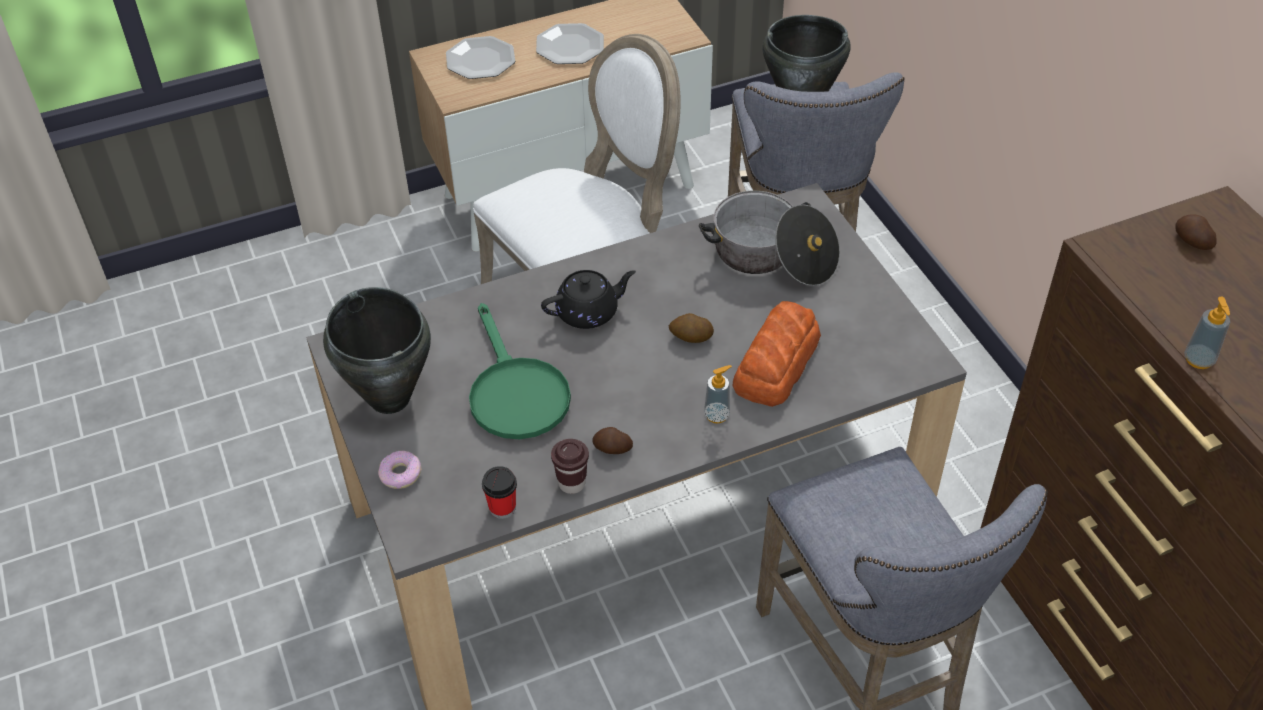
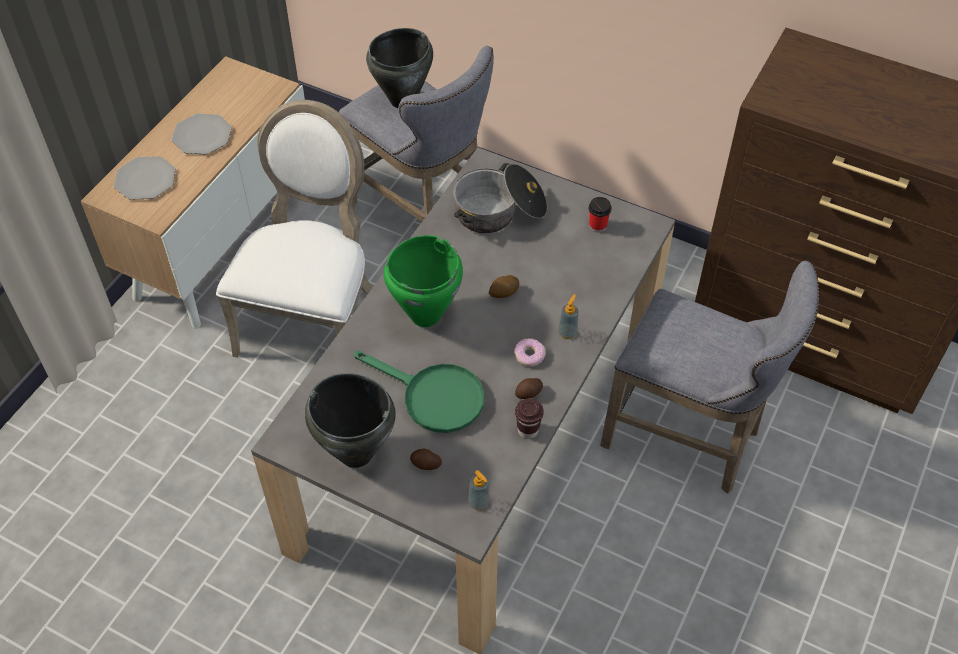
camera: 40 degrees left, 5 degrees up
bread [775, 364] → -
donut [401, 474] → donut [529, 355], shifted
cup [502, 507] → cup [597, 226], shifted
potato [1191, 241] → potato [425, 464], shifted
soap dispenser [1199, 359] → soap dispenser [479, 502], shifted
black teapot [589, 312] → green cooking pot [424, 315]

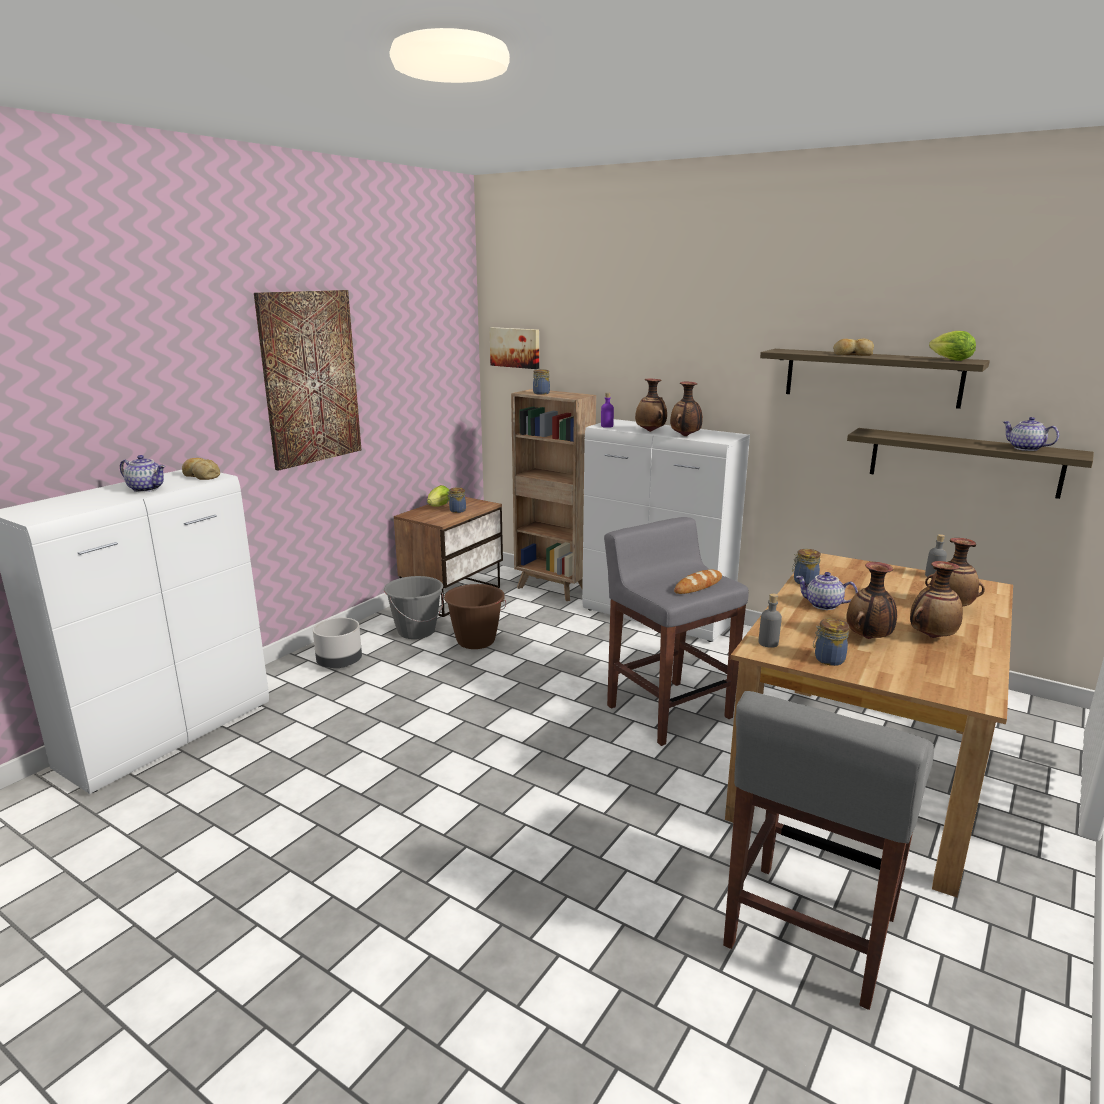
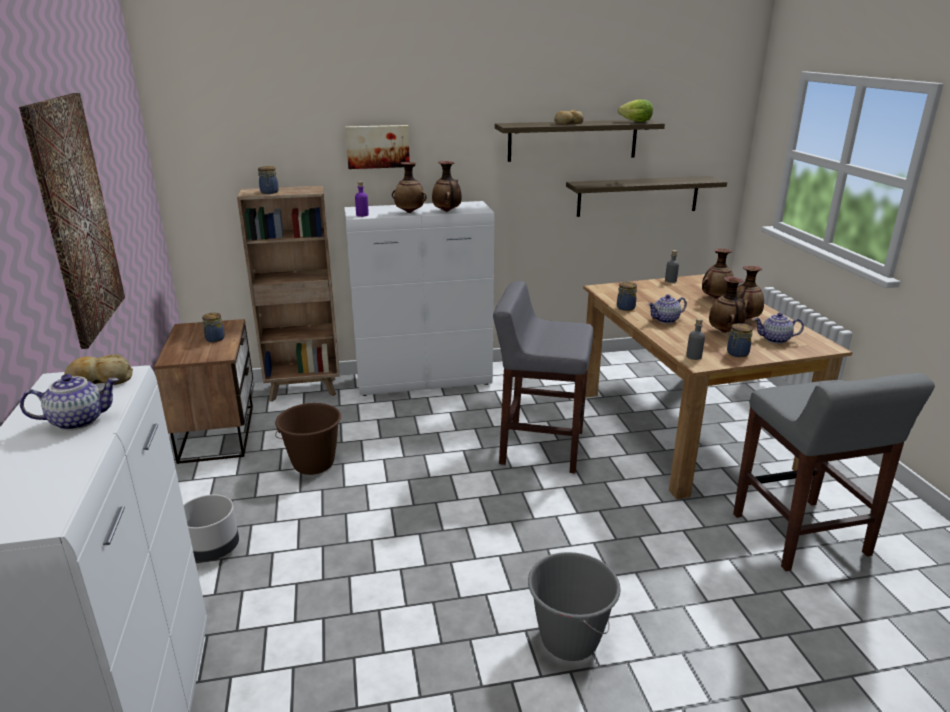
camera: 45 degrees left, 5 degrees up
lettuce [438, 507] → -
bread [698, 586] → -
grey bucket [416, 631] → grey bucket [569, 640], shifted
picture [515, 347] → picture [377, 146], shifted
teapot [1025, 448] → teapot [775, 340], shifted

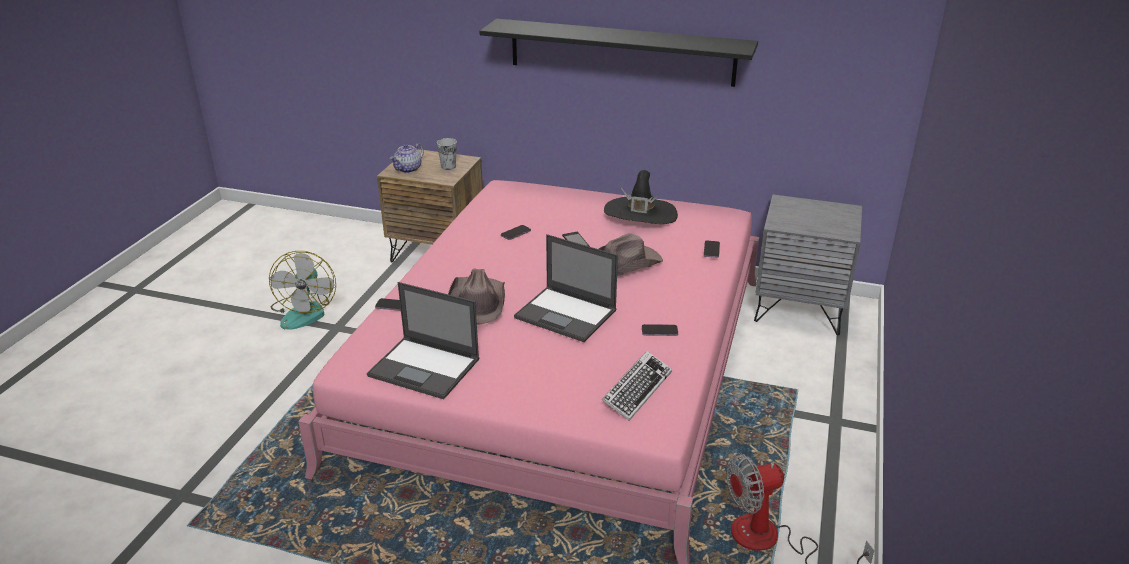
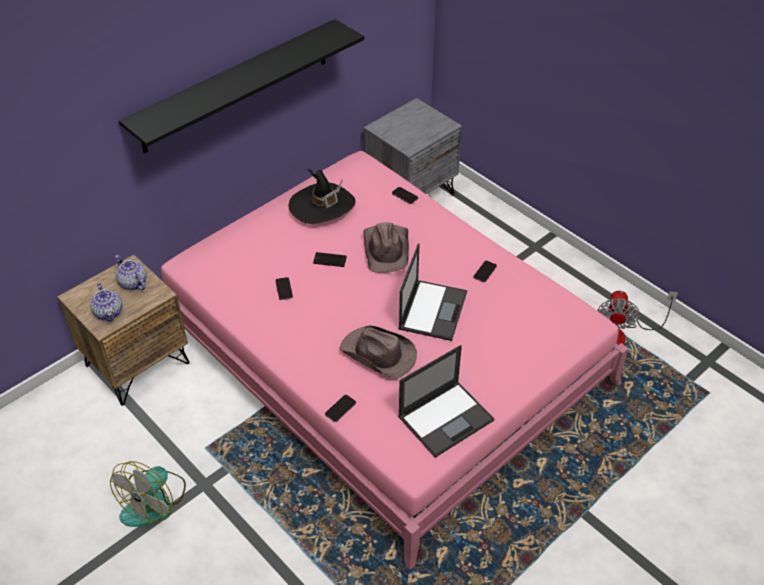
camera: 60 degrees left, 15 degrees up
keyboard [637, 390] → -
cup [448, 166] → teapot [132, 283]
fan [305, 311] → fan [154, 501], 90 degrees clockwise
laptop [567, 314] → laptop [433, 309], 45 degrees counterclockwise

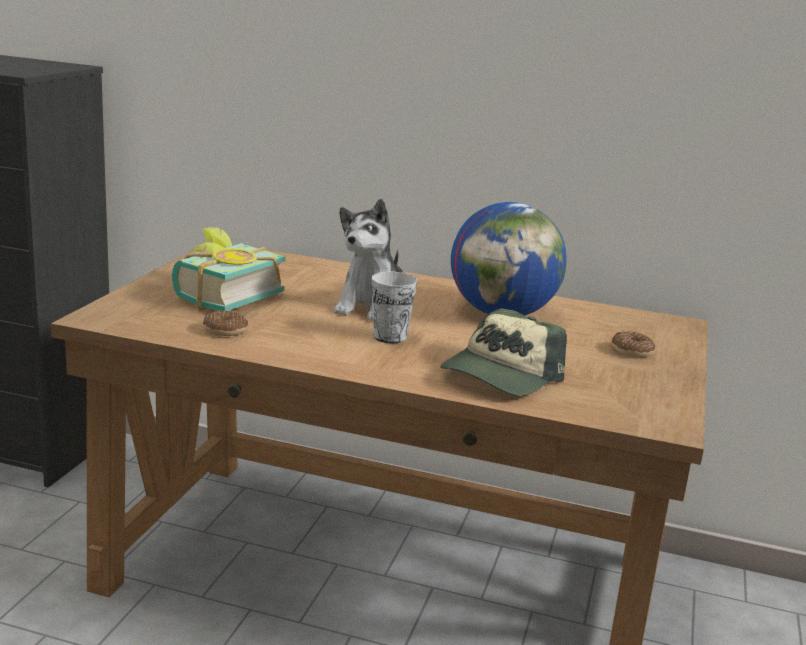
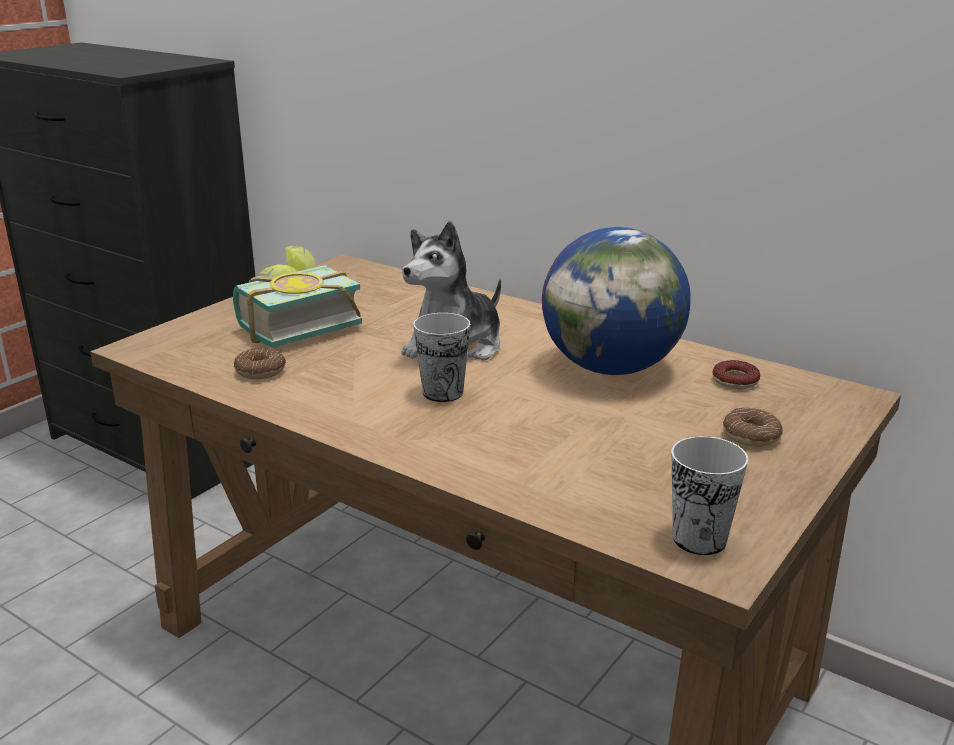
camera: 20 degrees right, 5 degrees up
cap [500, 375] → -
- → cup [699, 539]
- → donut [735, 381]

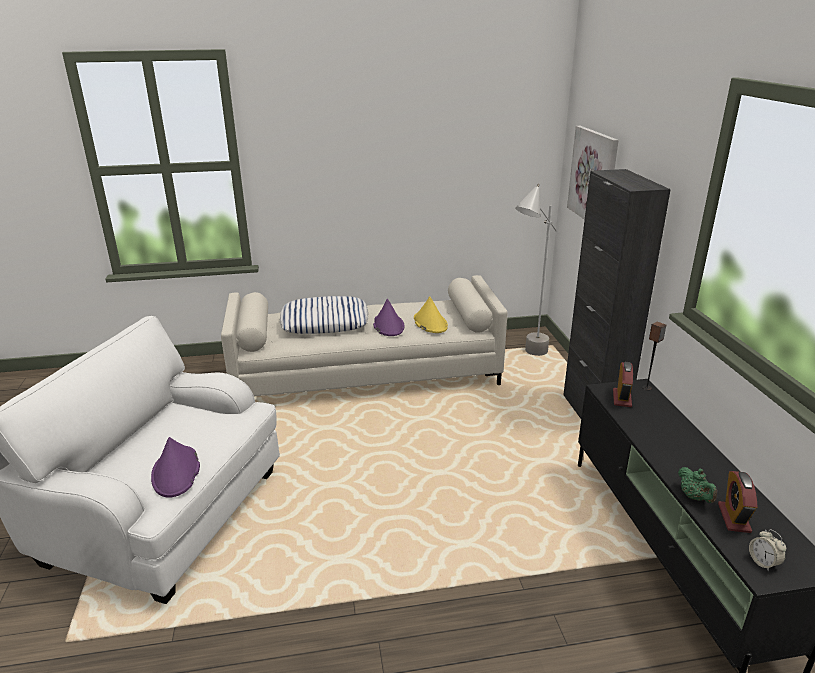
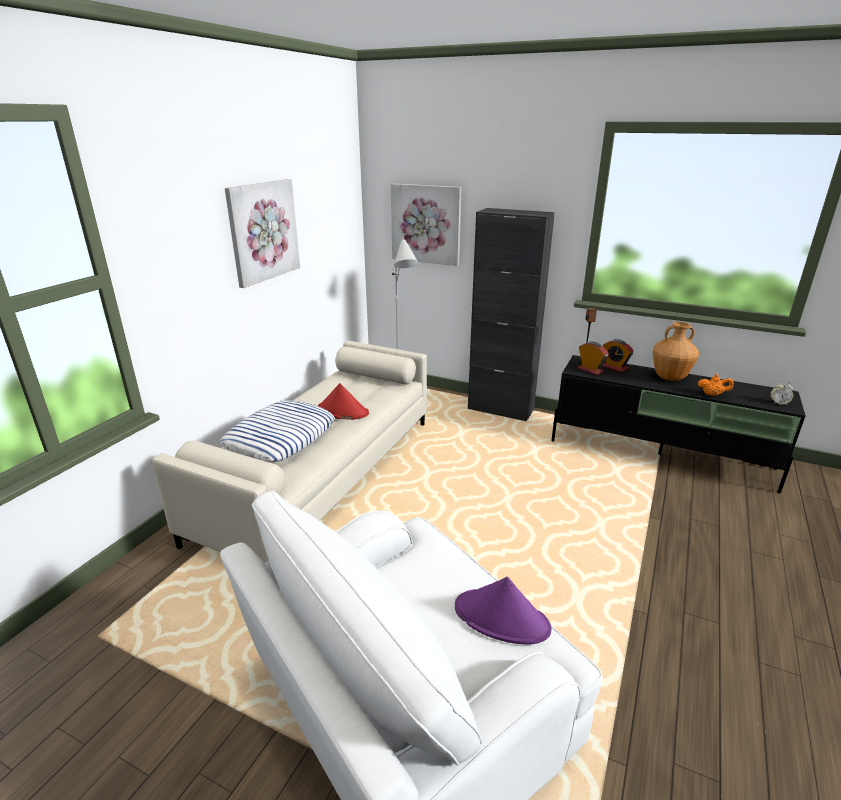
camera: 55 degrees left, 0 degrees up
yellow hat [430, 323] → -
- → picture [263, 231]
- → brown vase [670, 378]
alarm clock [734, 518] → alarm clock [614, 367], shifted
purple hat [388, 325] → red hat [342, 411]
green teapot [694, 497] → orange teapot [712, 394]

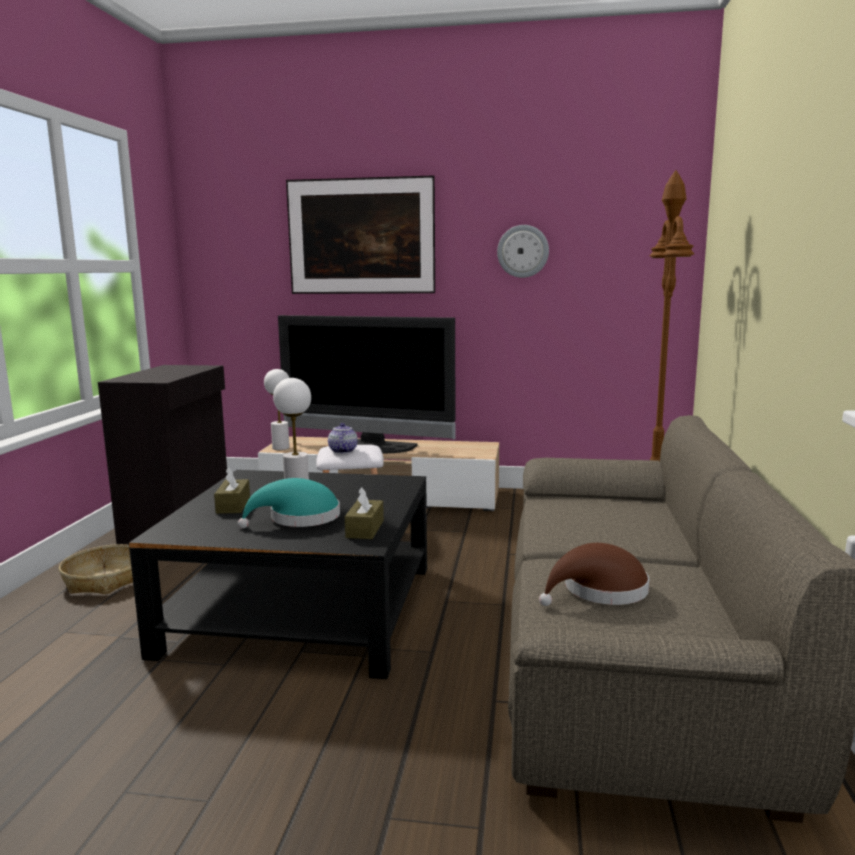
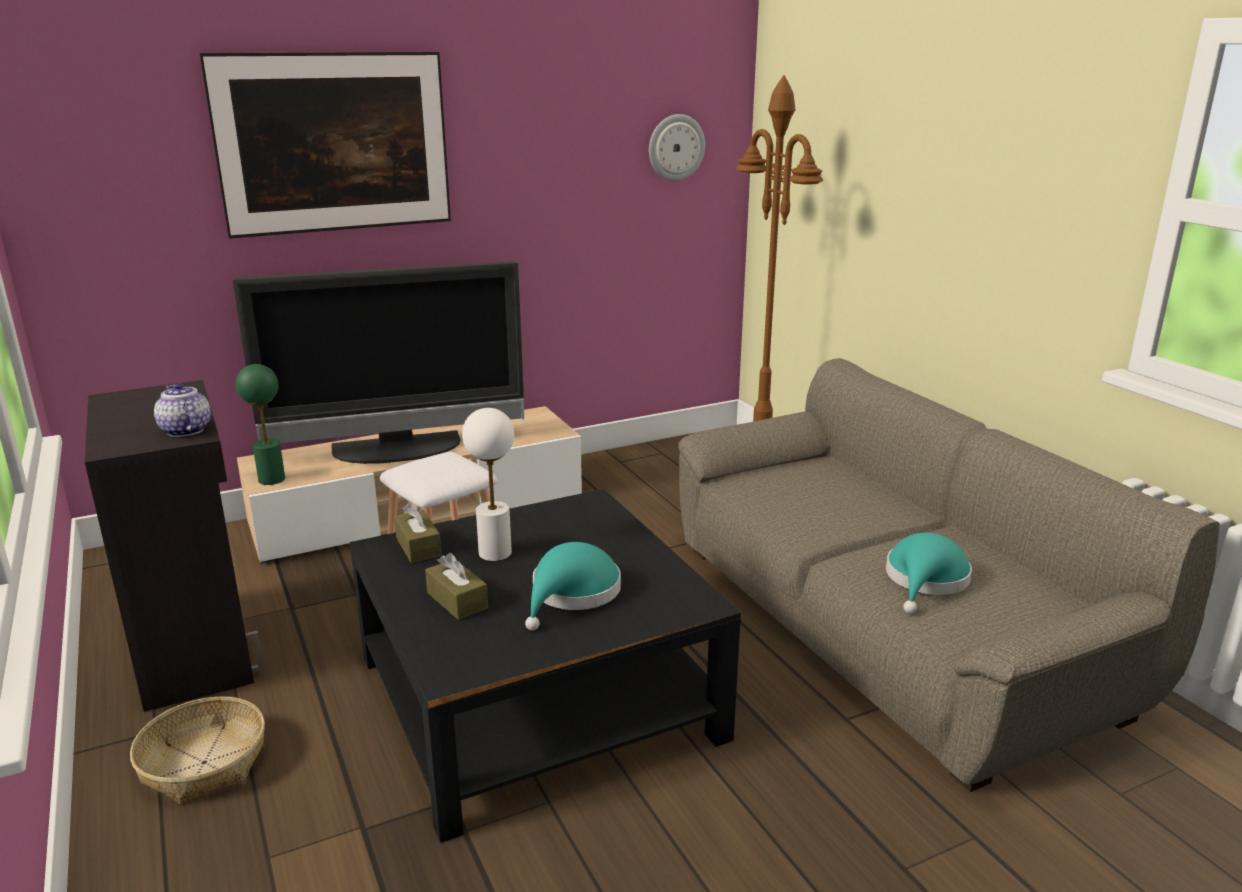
camera: 35 degrees left, 10 degrees up
teapot [342, 451] → teapot [185, 430], shifted
brown tissue box [365, 529] → brown tissue box [418, 547], shifted
wall clock [523, 251] → wall clock [676, 147], shifted
white table lamp [280, 448] → green table lamp [272, 479]
brown hat [599, 591] → turquoise hat [925, 580]

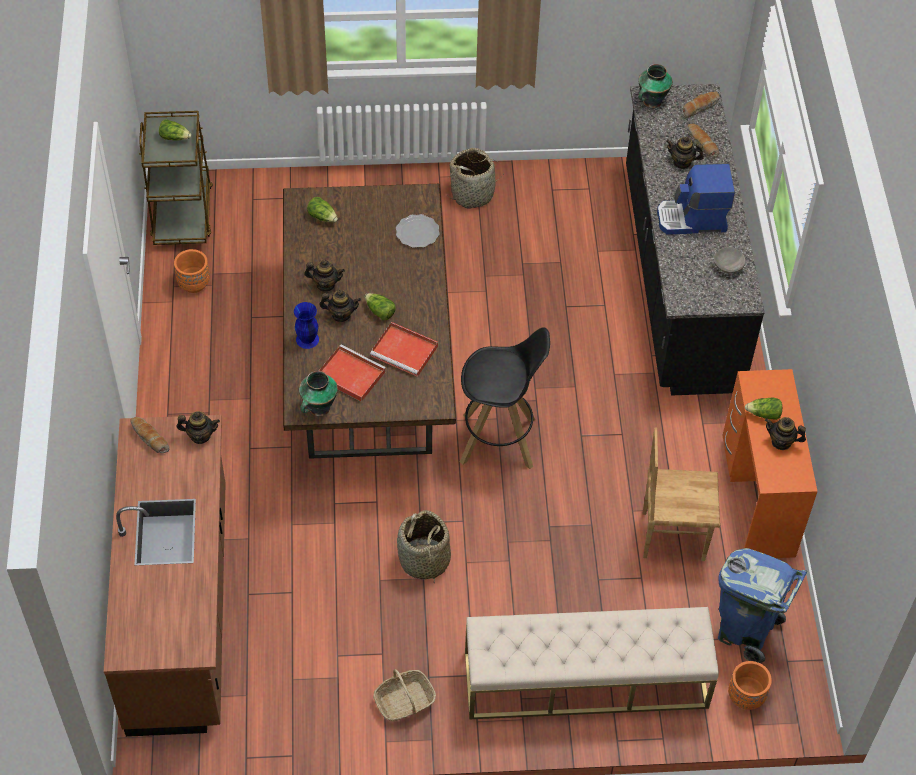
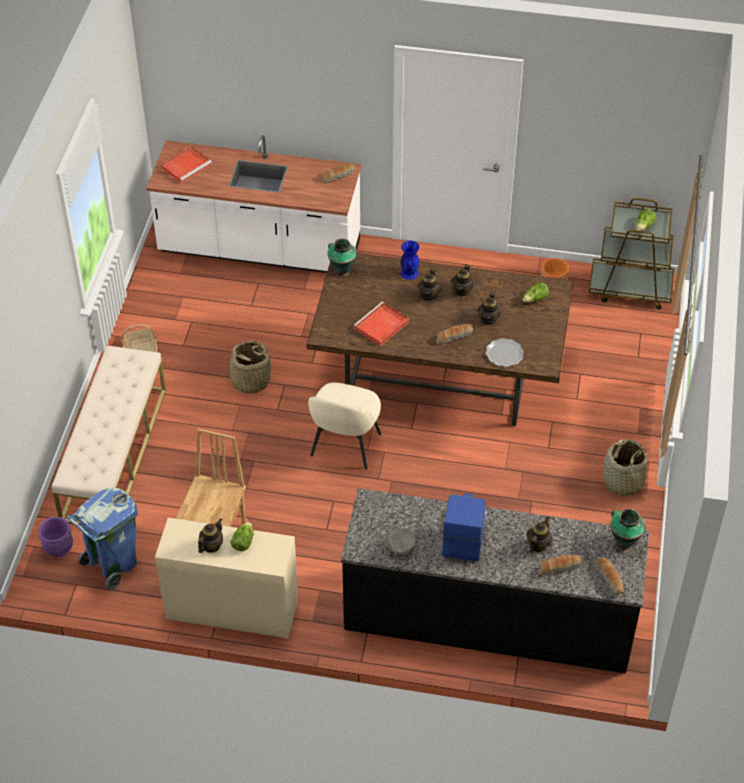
camera: 105 degrees right, 5 degrees down
lettuce [380, 312] → -
- → bread [453, 336]
teapot [200, 435] → teapot [488, 319], shifted
red tray [349, 375] → red tray [186, 165], shifted
black stool [499, 441] → beige chair [345, 446]
brown counter [181, 608] → white counter [259, 249]
orange desk [758, 497] → beige desk [231, 609]
orange planter [746, 696] → purple planter [58, 548]

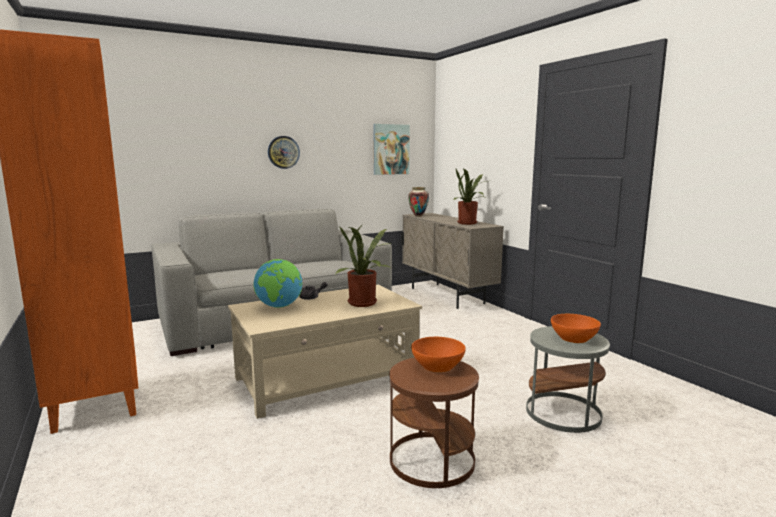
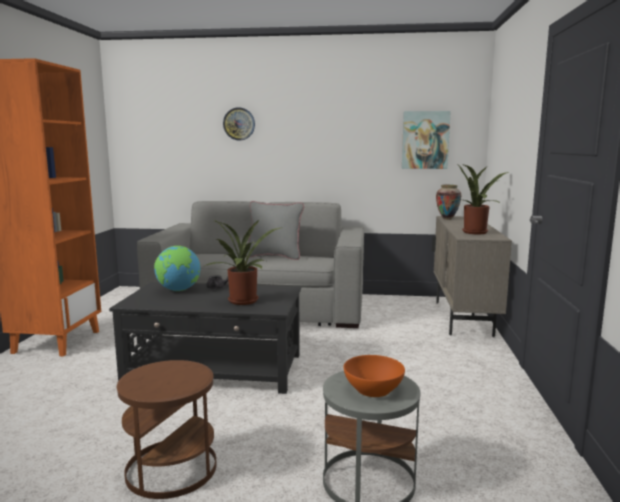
camera: 35 degrees right, 0 degrees up
orange bowl [437, 366] → -
- → grey pillow [274, 256]
wall clock [283, 152] → wall clock [239, 124], shifted
beige coffee table [327, 378] → black coffee table [215, 369]

